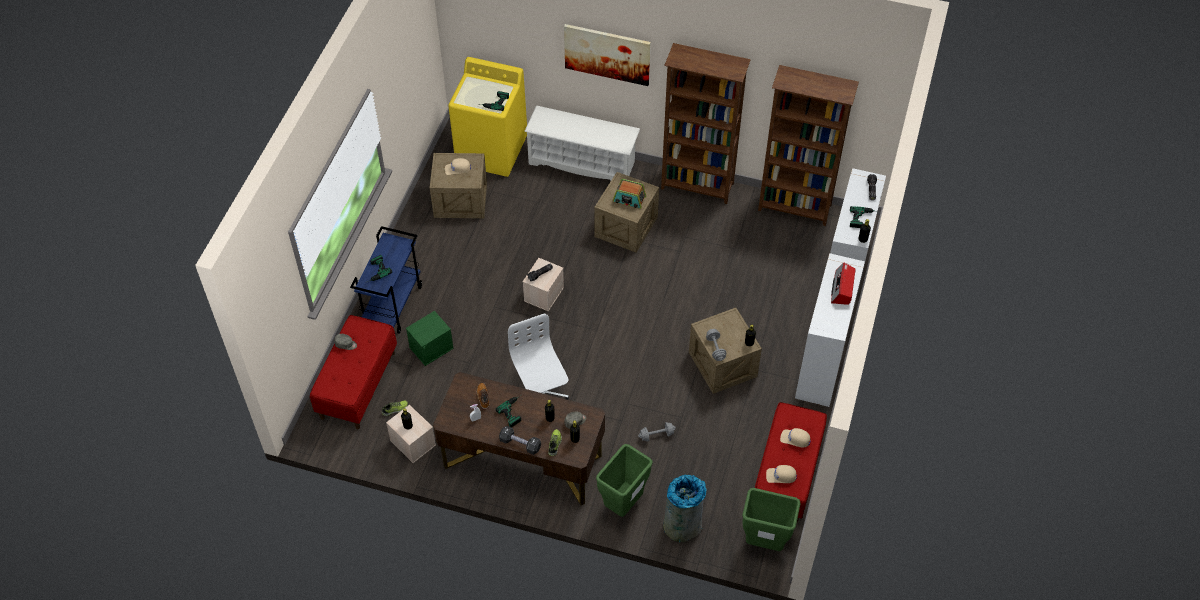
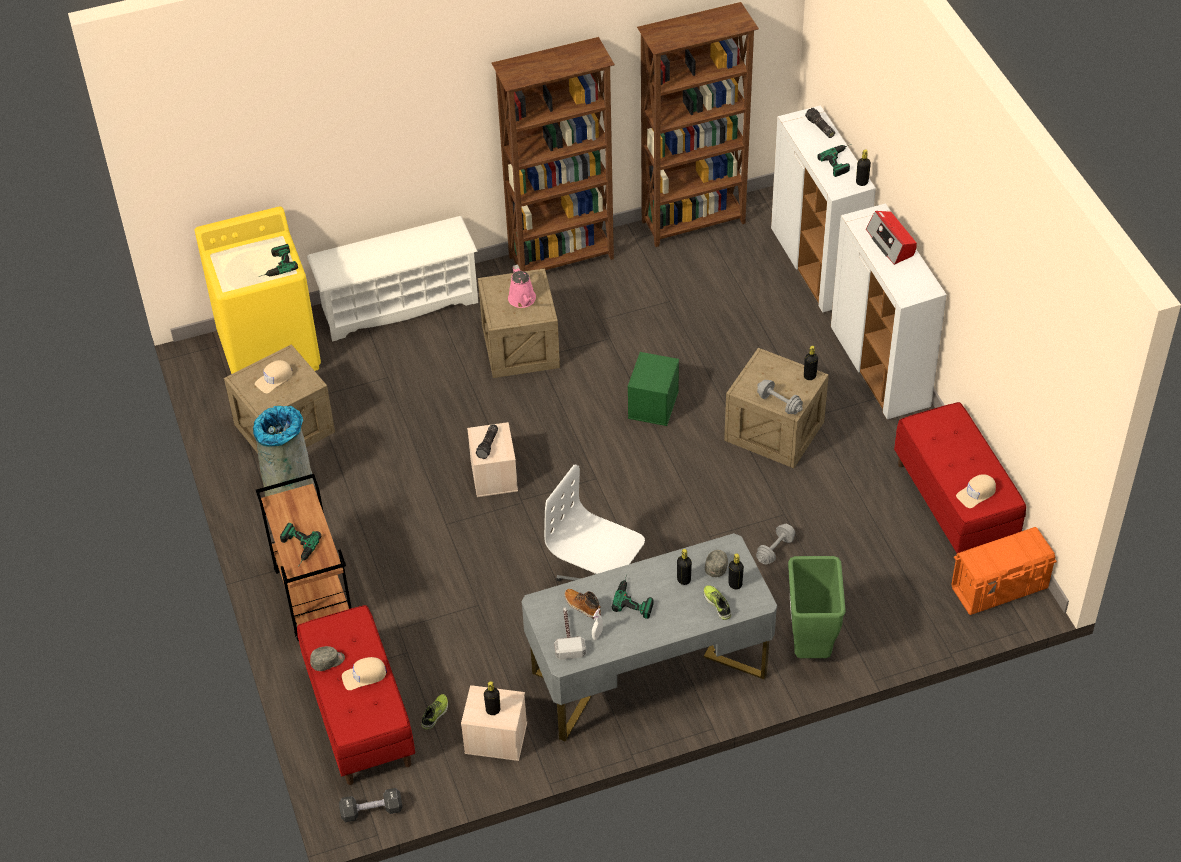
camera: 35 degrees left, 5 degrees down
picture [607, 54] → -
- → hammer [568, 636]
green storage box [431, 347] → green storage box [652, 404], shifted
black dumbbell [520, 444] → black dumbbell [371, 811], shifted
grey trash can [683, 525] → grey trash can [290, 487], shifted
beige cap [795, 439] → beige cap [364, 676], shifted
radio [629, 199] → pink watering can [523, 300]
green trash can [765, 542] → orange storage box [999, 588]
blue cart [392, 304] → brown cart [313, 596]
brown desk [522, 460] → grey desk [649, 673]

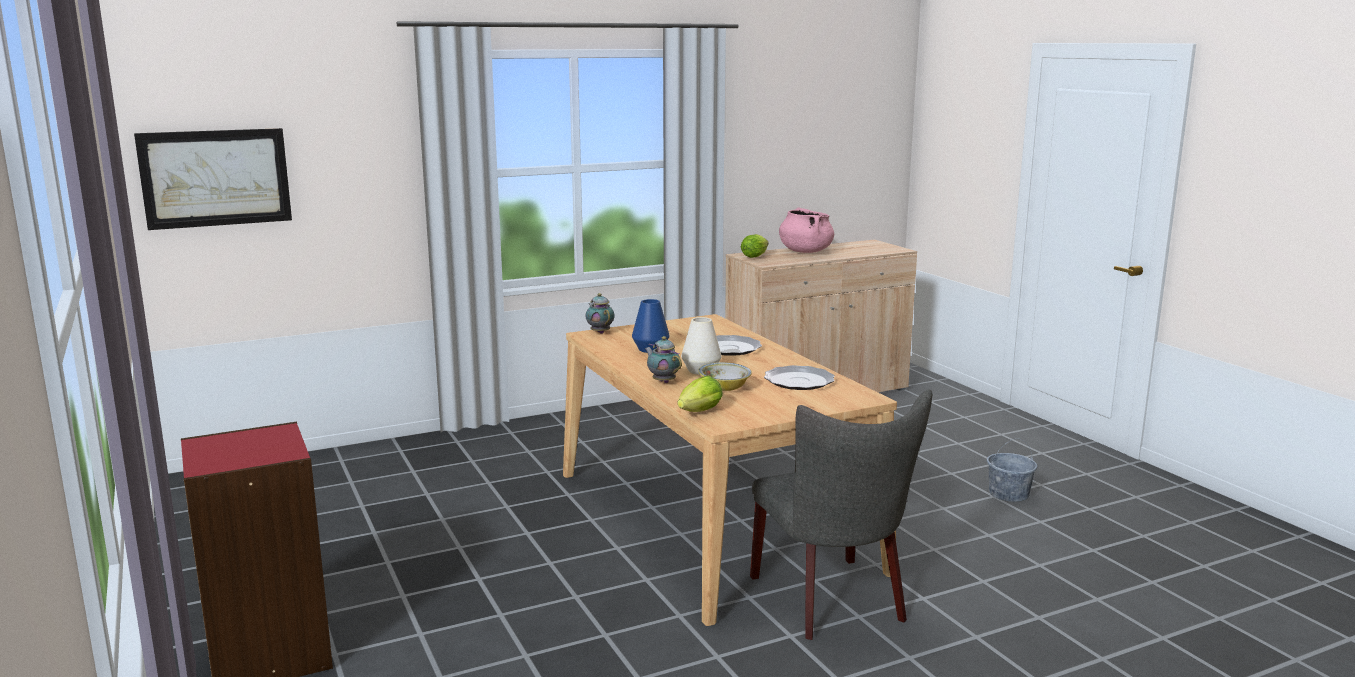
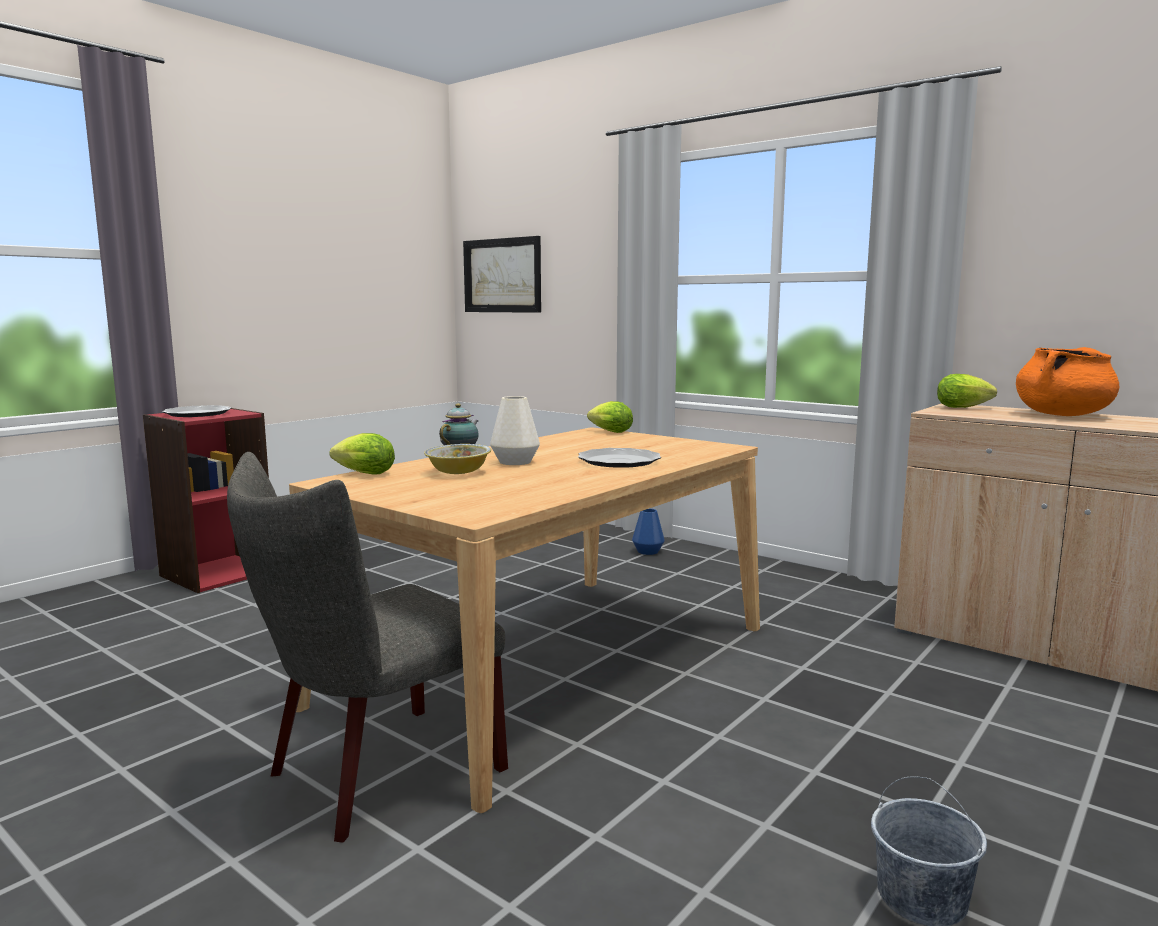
camera: 65 degrees right, 5 degrees down
blue vase [650, 349] → blue vase [648, 551], shifted
plate [798, 381] → plate [197, 414], shifted
teapot [600, 332] → lettuce [608, 432]
pink cooking pot [805, 251] → orange cooking pot [1062, 415]

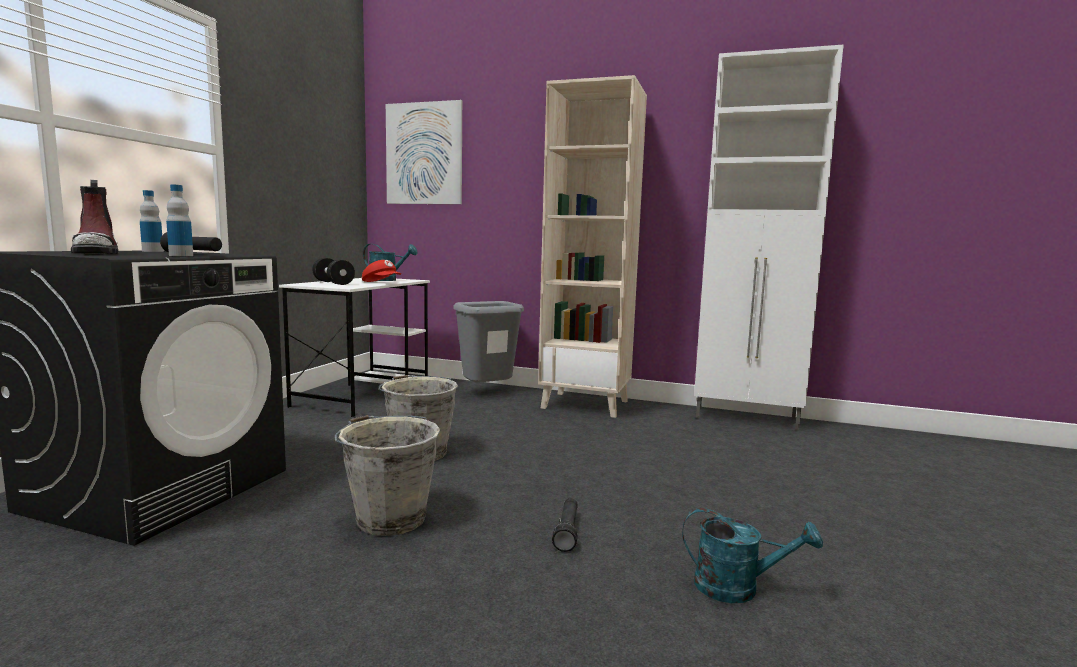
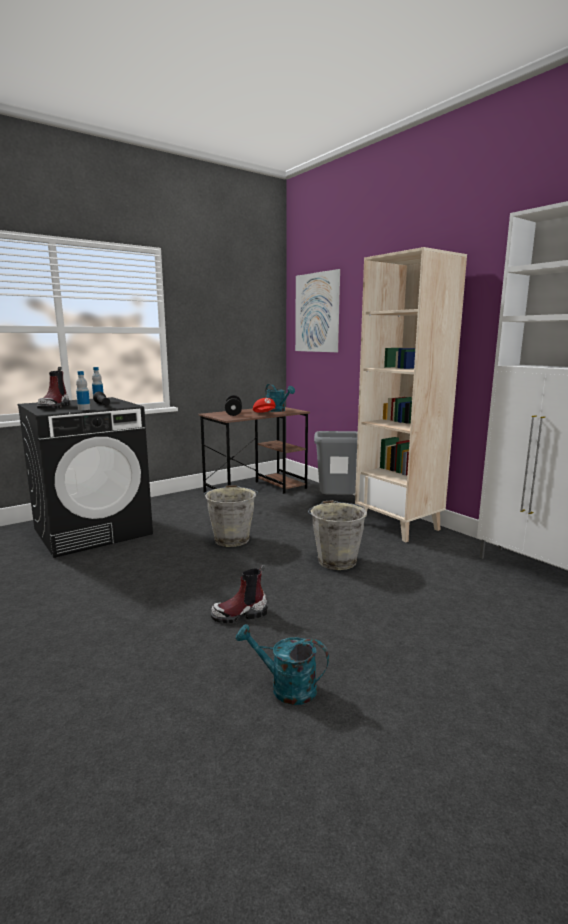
camera: 35 degrees right, 5 degrees up
grey bucket [389, 518] → grey bucket [336, 560], shifted
black flashlight [567, 532] → boot [240, 614]
white desk [364, 394] → brown desk [256, 490]
turquoise watering can [738, 588] → turquoise watering can [285, 687], 150 degrees clockwise

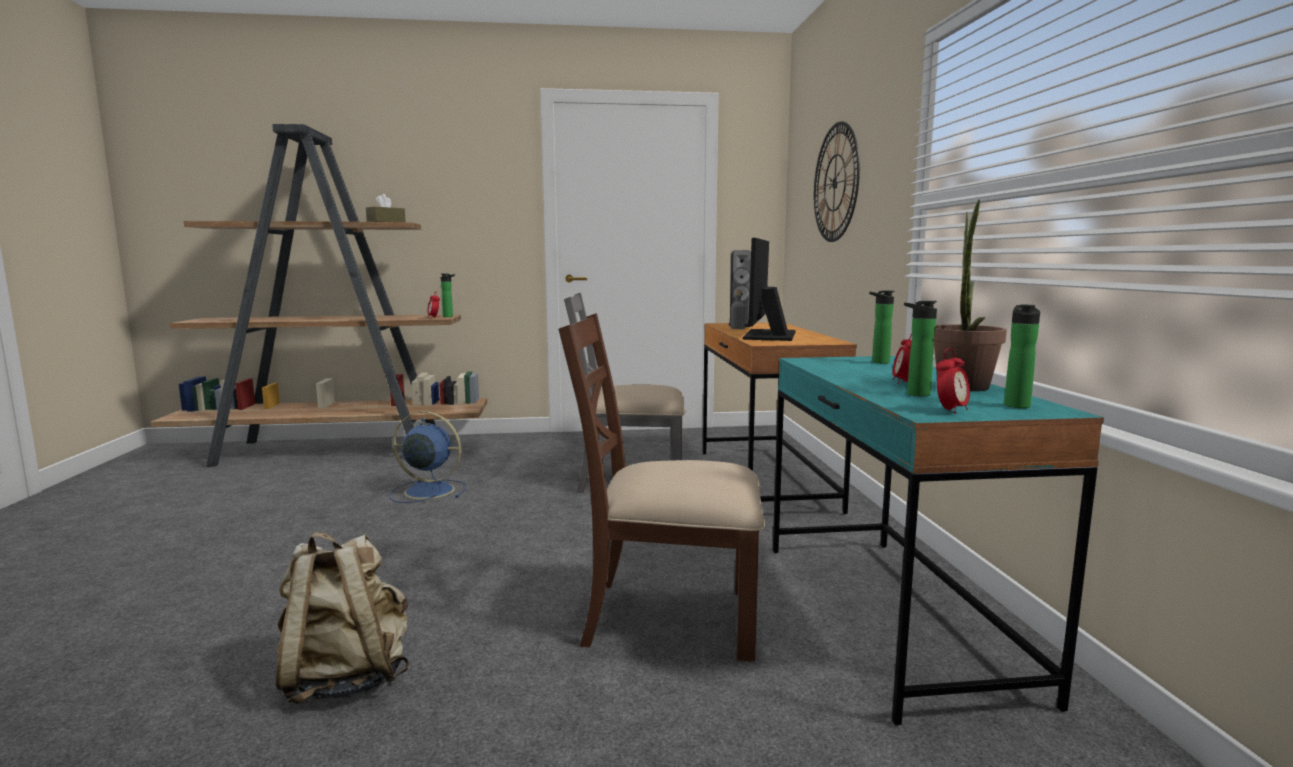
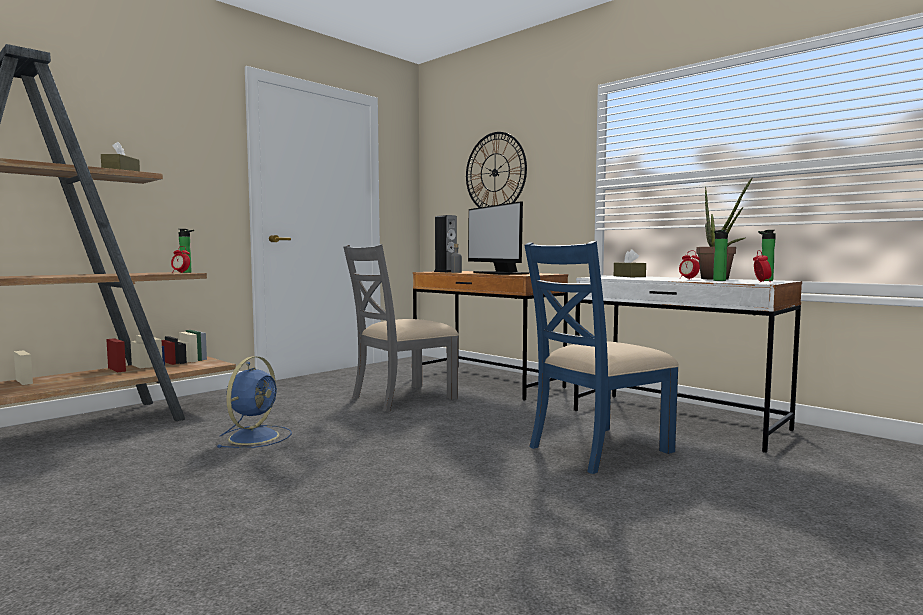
camera: 40 degrees left, 5 degrees down
beige backpack [346, 679] → -
bottle [877, 362] → brown tissue box [629, 276]
brown chair [668, 616] → blue chair [598, 449]
turquoise desk [888, 615] → white desk [677, 420]
blue fan [427, 491] → blue fan [255, 436], 135 degrees clockwise

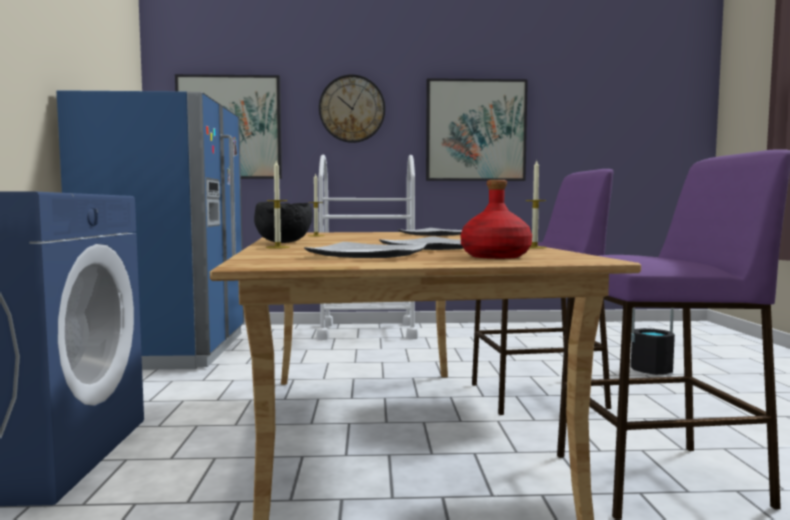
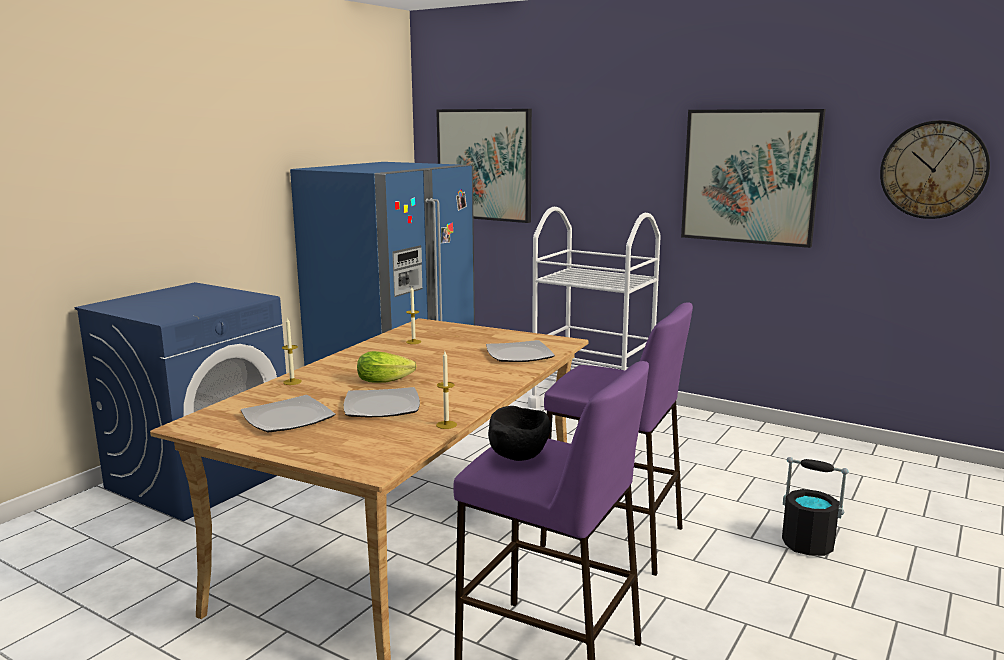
camera: 35 degrees right, 10 degrees up
red bottle [495, 256] → -
- → lettuce [387, 380]
black bowl [284, 242] → black bowl [519, 456], shifted
wall clock [352, 109] → wall clock [933, 170], shifted

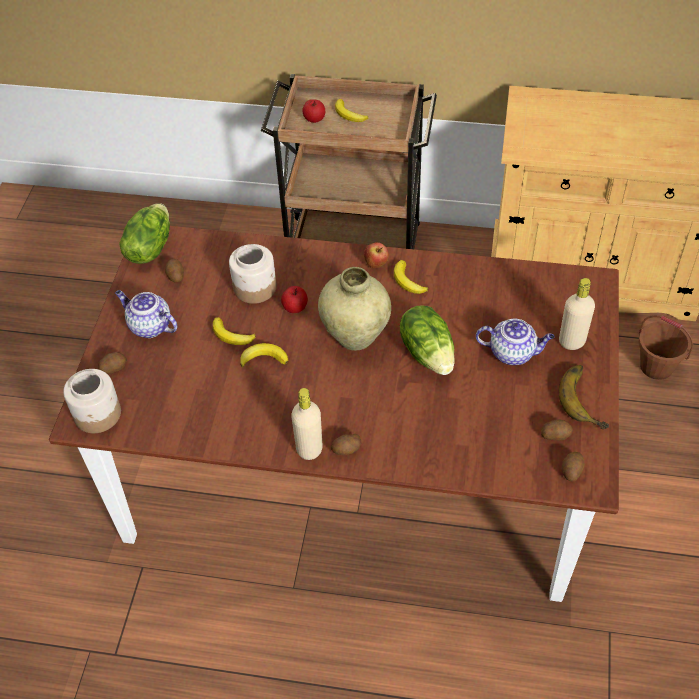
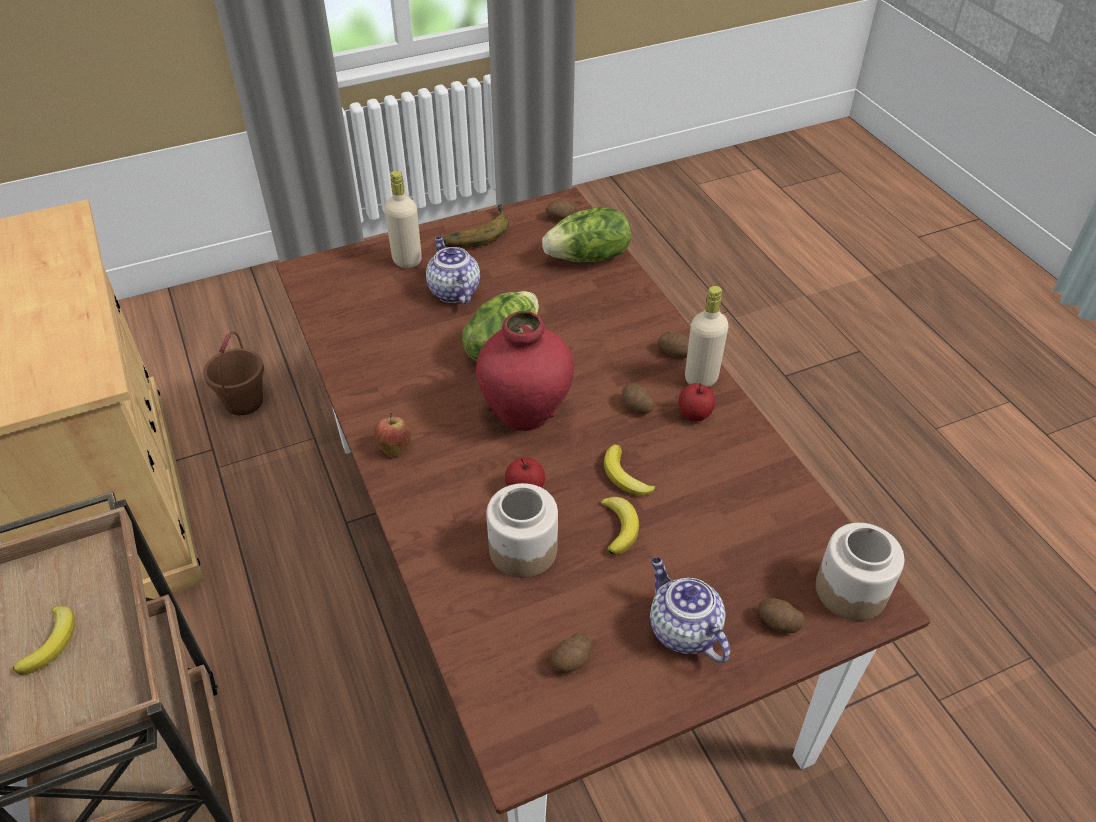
camera: 125 degrees left, 5 degrees down
banana [407, 281] → -
lettuce [149, 248] → lettuce [589, 258], shifted
apple [314, 119] → apple [694, 413], shifted
potato [555, 435] → potato [636, 406], shifted
beige vase [355, 336] → red vase [526, 413]
teapot [149, 326] → teapot [682, 629], 150 degrees clockwise

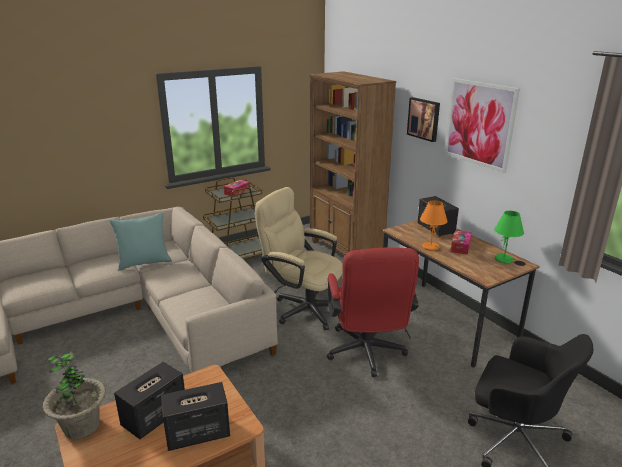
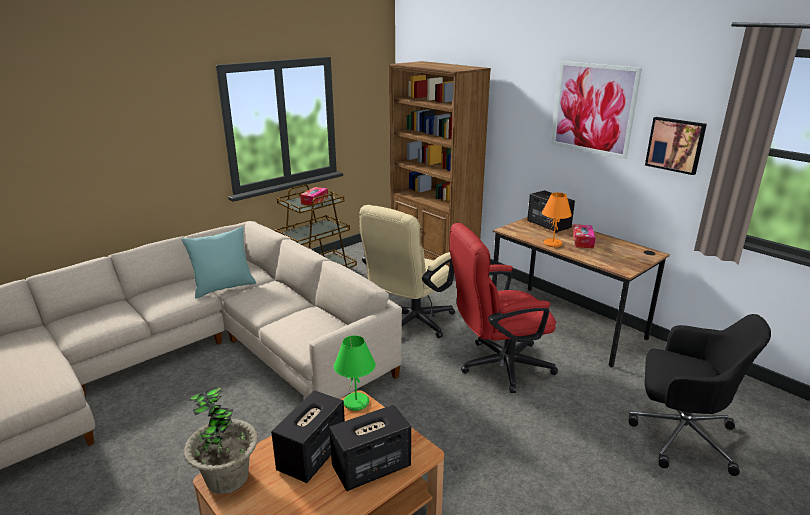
camera: 10 degrees left, 0 degrees up
picture [424, 119] → picture [675, 145], shifted
green table lamp [504, 260] → green table lamp [356, 403], shifted
beige office chair [302, 308] → beige office chair [410, 324], 75 degrees counterclockwise
red office chair [366, 354] → red office chair [497, 366], 90 degrees clockwise

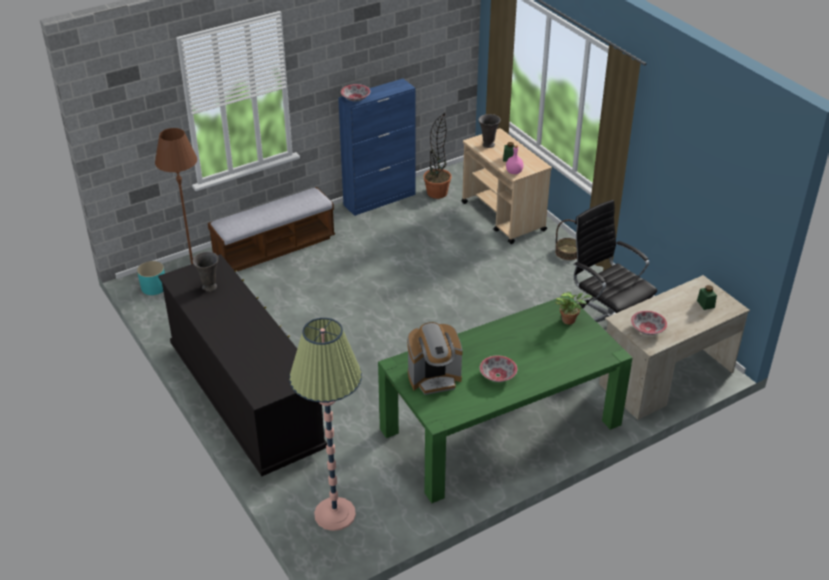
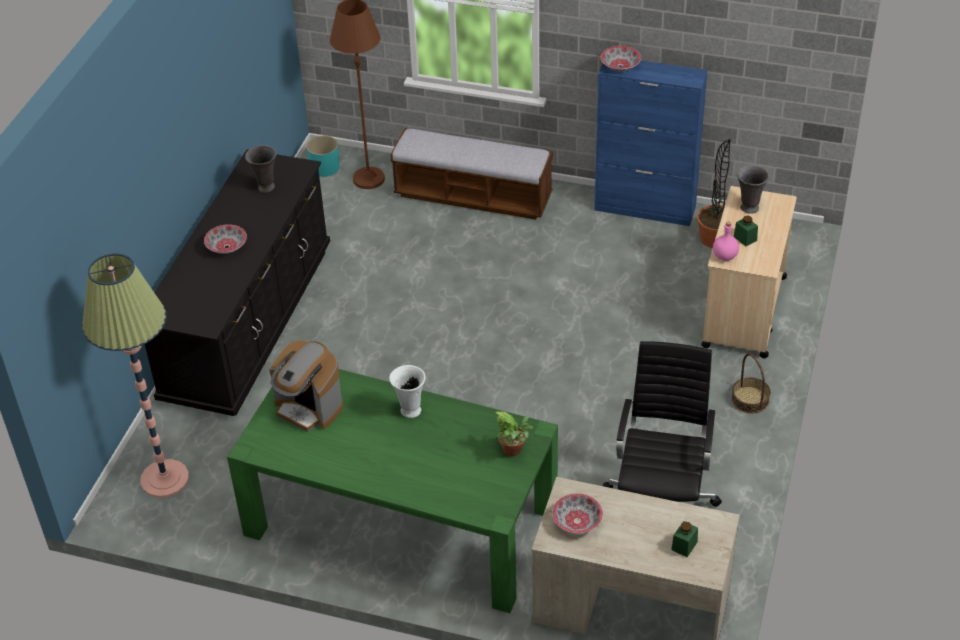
camera: 50 degrees right, 5 degrees up
- → white vase [410, 411]
bowl [497, 375] → bowl [227, 246], shifted

